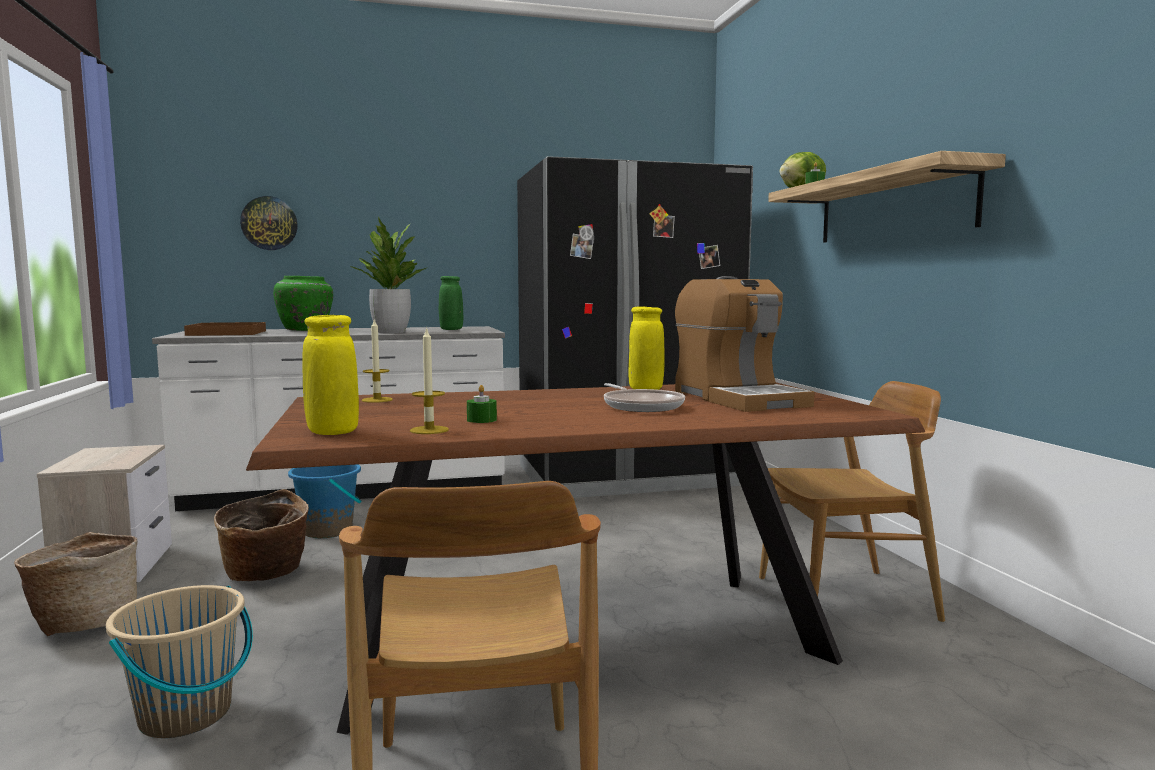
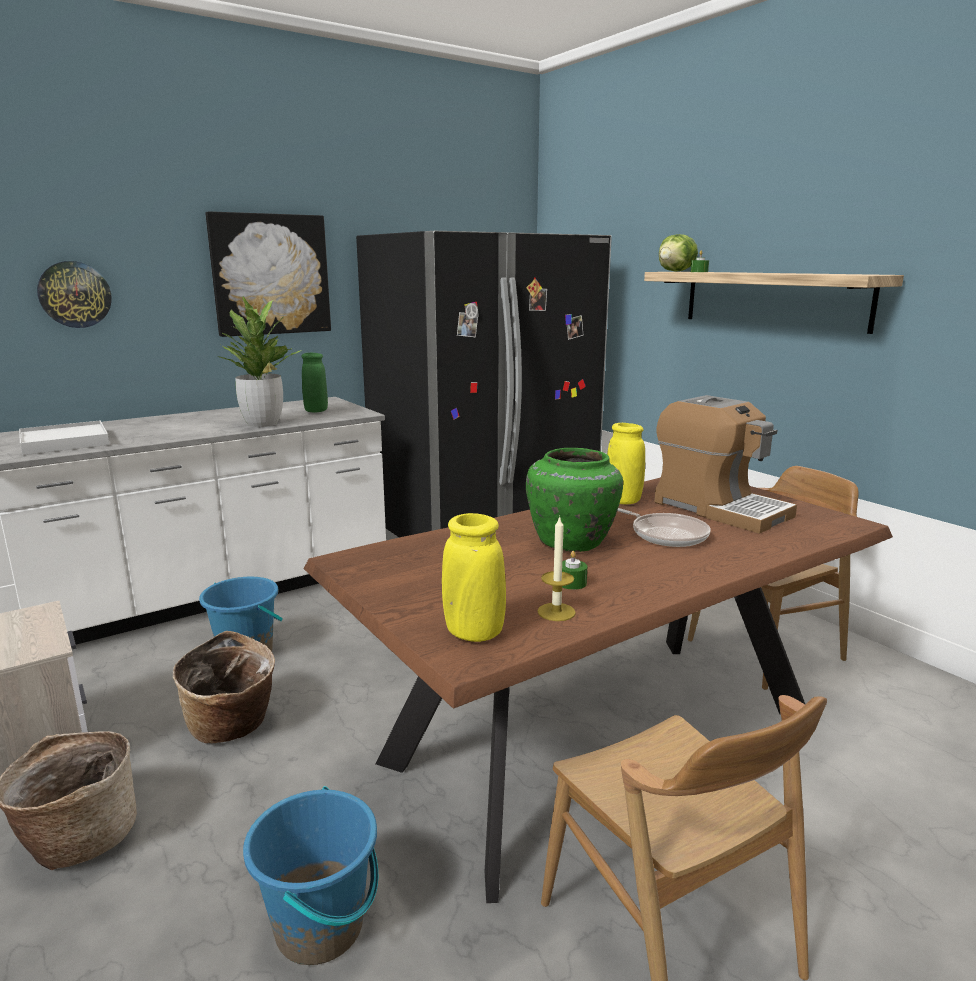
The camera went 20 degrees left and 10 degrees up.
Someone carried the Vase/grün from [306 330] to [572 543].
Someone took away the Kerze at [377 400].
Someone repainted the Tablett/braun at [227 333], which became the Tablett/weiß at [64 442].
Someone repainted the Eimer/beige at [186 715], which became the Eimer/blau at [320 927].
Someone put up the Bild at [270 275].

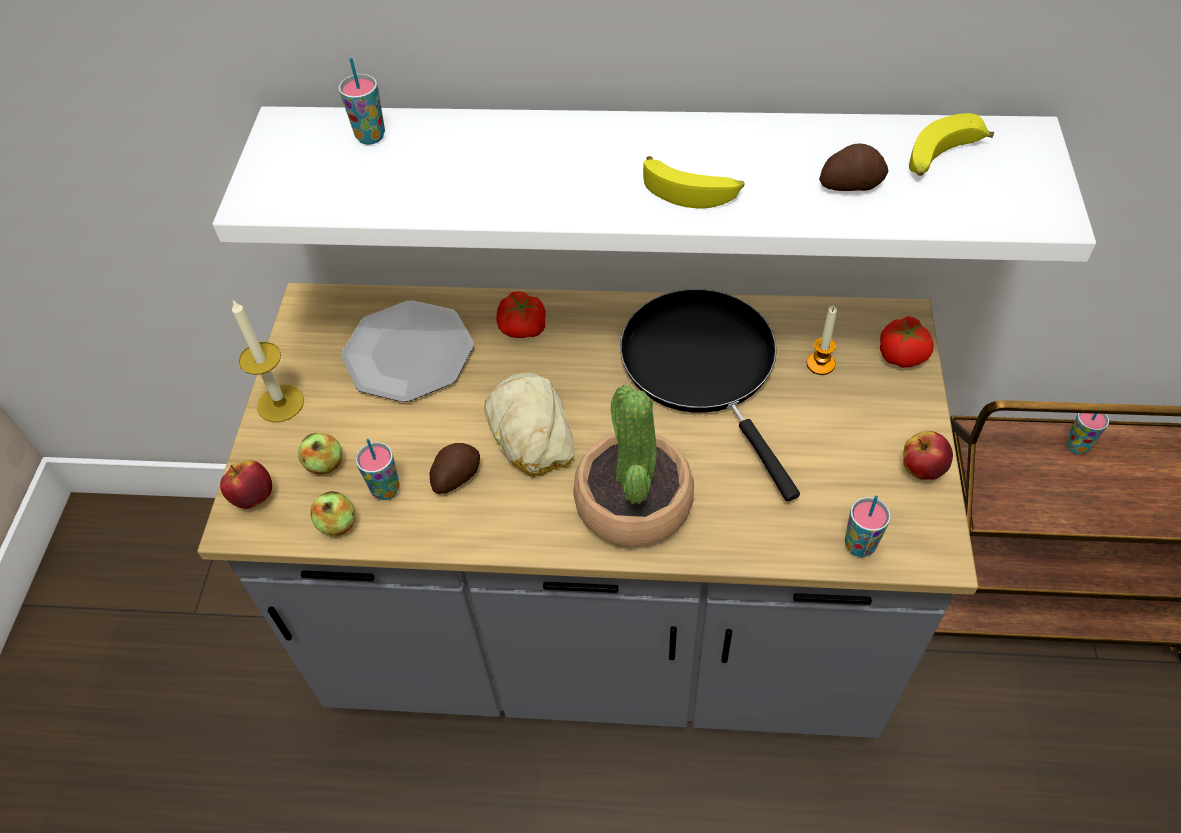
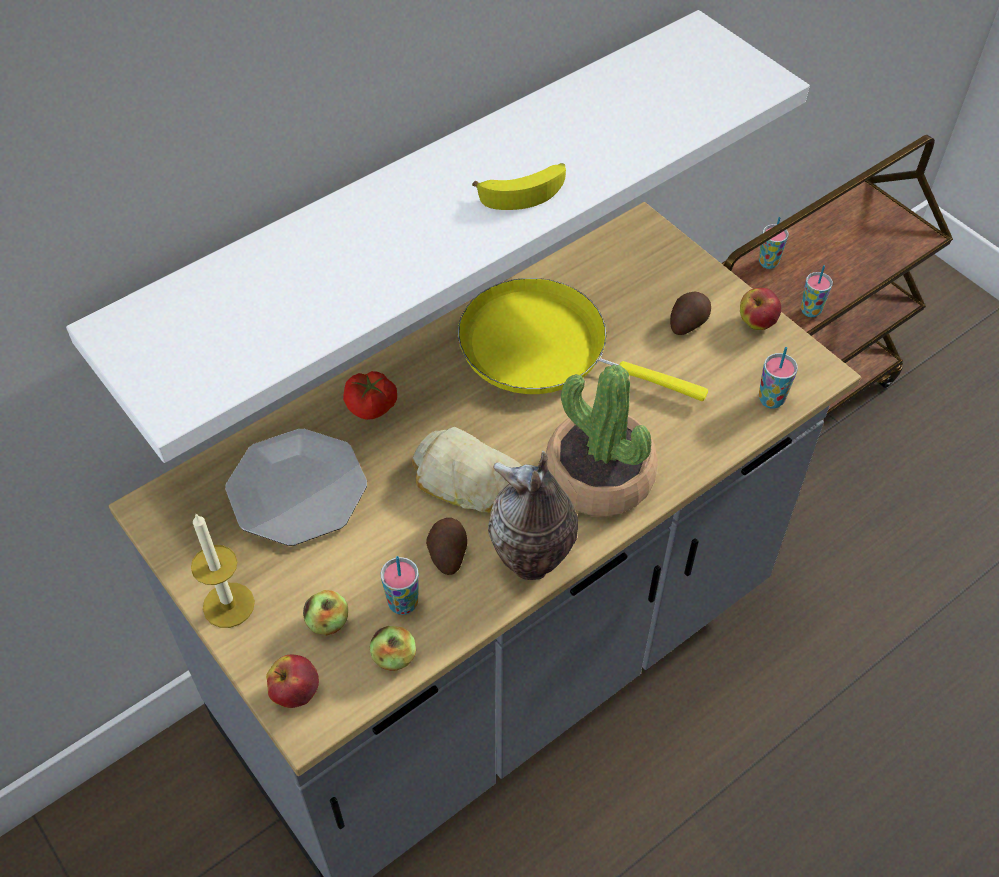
The camera went 45 degrees left and 0 degrees up.
Someone carried the Tasse from [370 136] to [810 311].
Someone took away the Banane at [942 158].
Someone carried the Kartoffel from [850 184] to [687 322].
Someone repainted the Pfanne/schwarz at [703 367], which became the Pfanne/gelb at [544 347].
Someone took away the Kerze at [820 364].
Someone took away the Tomate at [903 354].
Someone put down the Vase at [531 563].

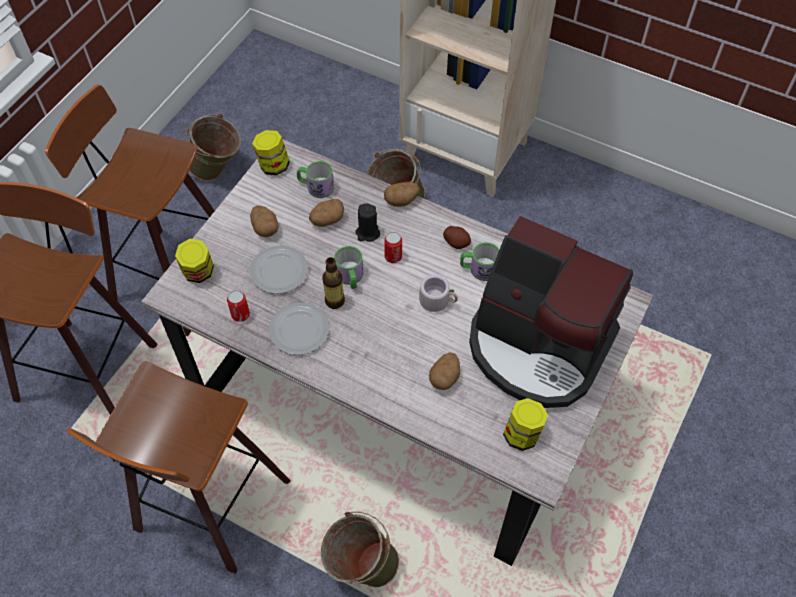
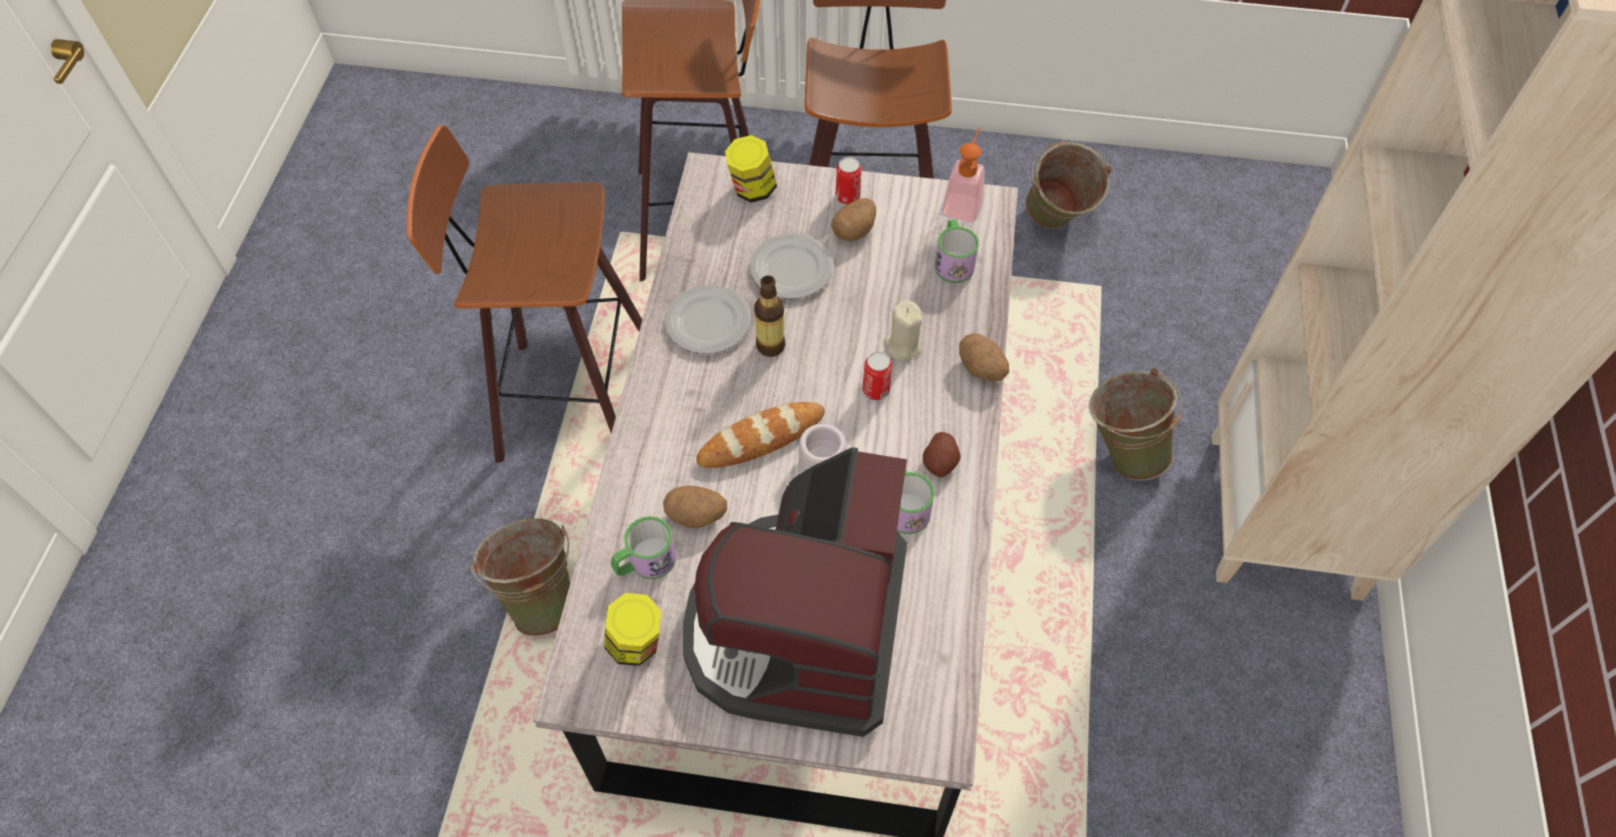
The camera went 70 degrees right and 0 degrees up.
Someone swapped the Vorratsglas at [273 165] for the Seifenspender at [963 203].
Someone took away the Kartoffel at [327 220].
Someone repainted the Kerze/schwarz at [367 233], which became the Kerze/beige at [902 346].
Someone carried the Henkelbecher from [350 277] to [645 562].
Someone carried the Dose from [240 315] to [847 197].
Someone put down the Brot at [761 438].

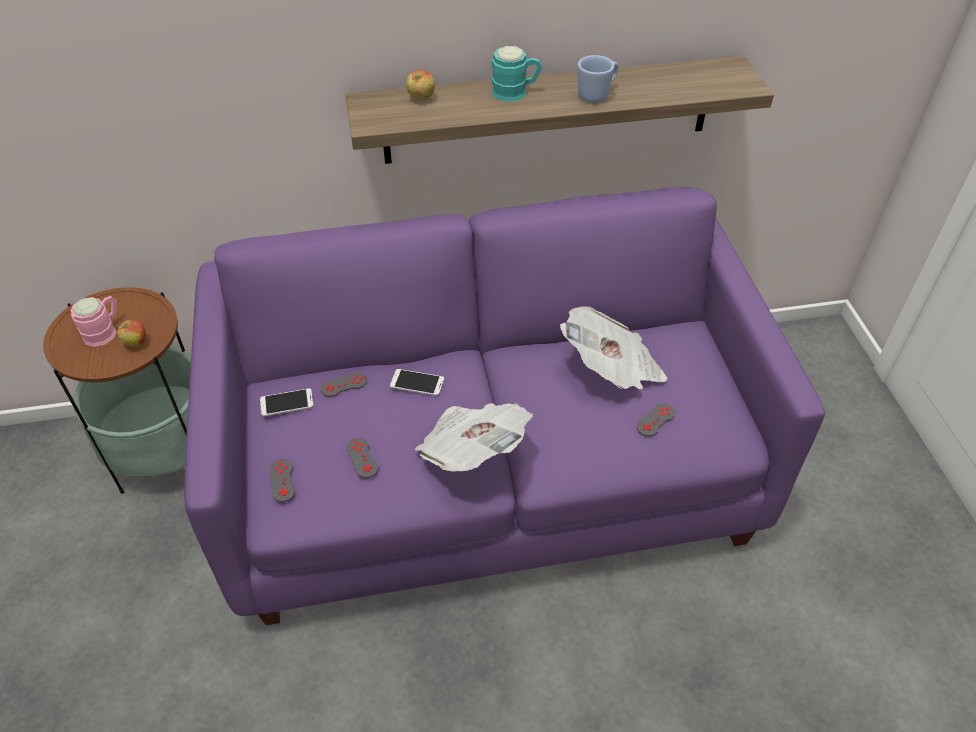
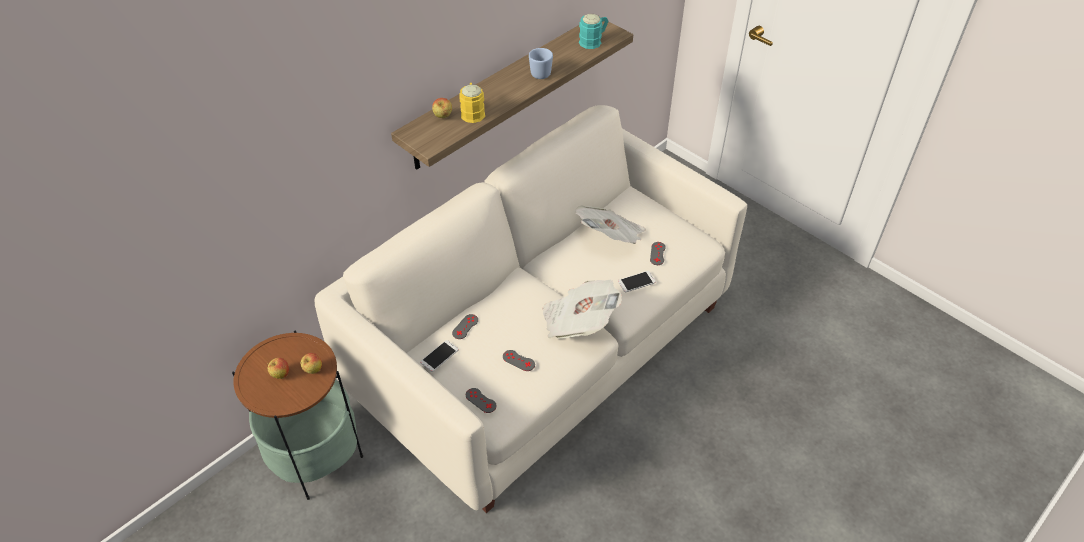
The camera went 35 degrees left and 0 degrees up.
Someone carried the Henkelbecher/türkis from [516 92] to [593 41].
Someone repainted the Sofa/lila at [490 471], which became the Sofa/weiß at [542 347].
Someone swapped the Henkelbecher/rosa at [105 331] for the Apfel at [280 375].
Someone carried the Handy from [417 383] to [636 282].
Someone put down the Henkelbecher/gelb at [472 112].

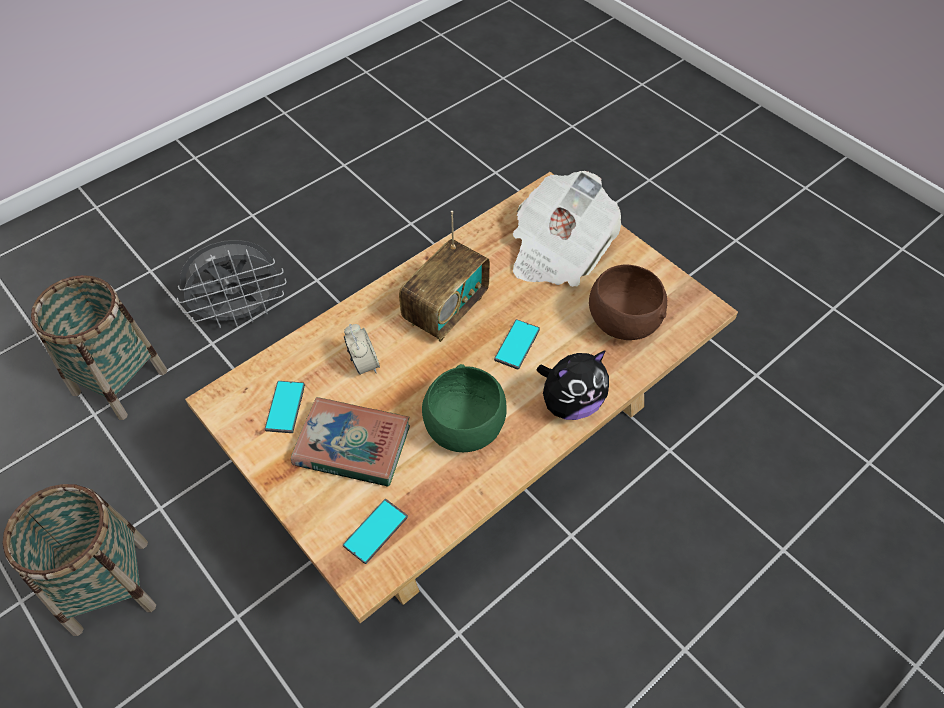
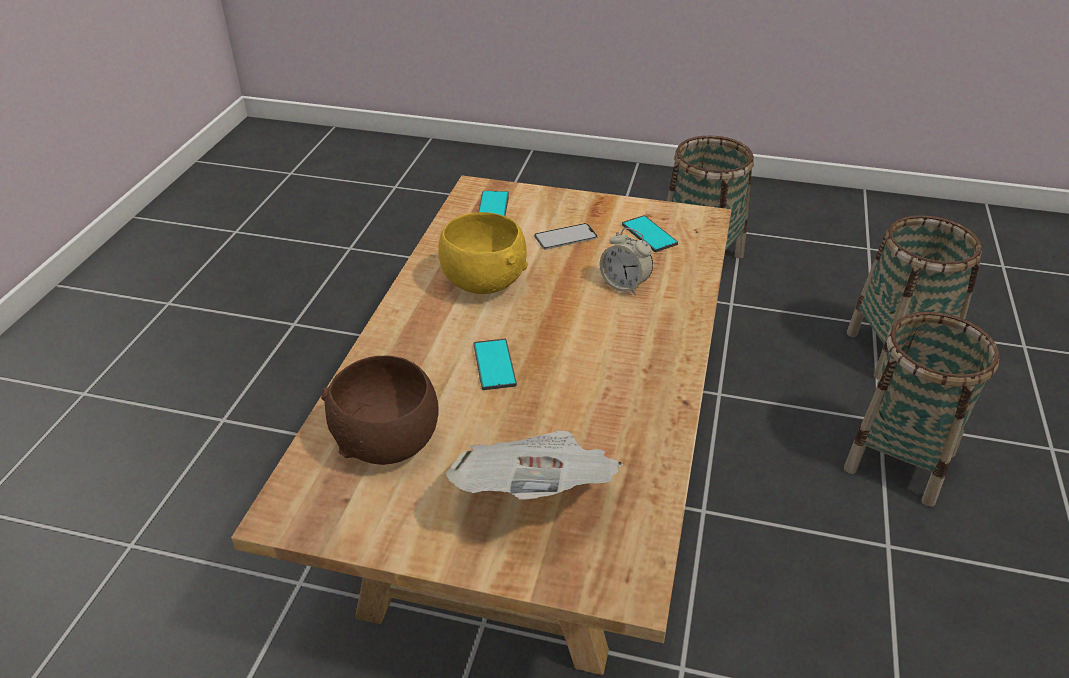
The camera went 145 degrees right and 15 degrees down.
Someone took away the Radio at [446 310].
Someone swapped the Ventilator/grau at [242 313] for the Korb at [899 462].
Someone took away the Plüschtier at [570 403].
Someone repainted the Schüssel/grün at [464 429], which became the Schüssel/gelb at [483 282].
Someone swapped the Buch at [352 446] for the Handy at [565 237].

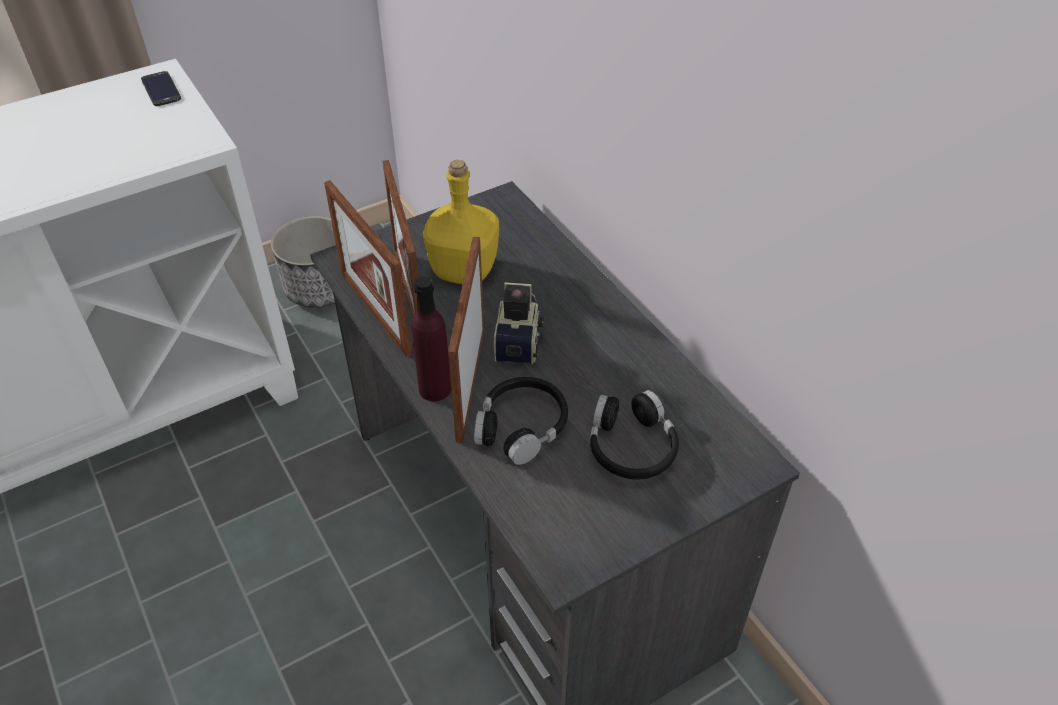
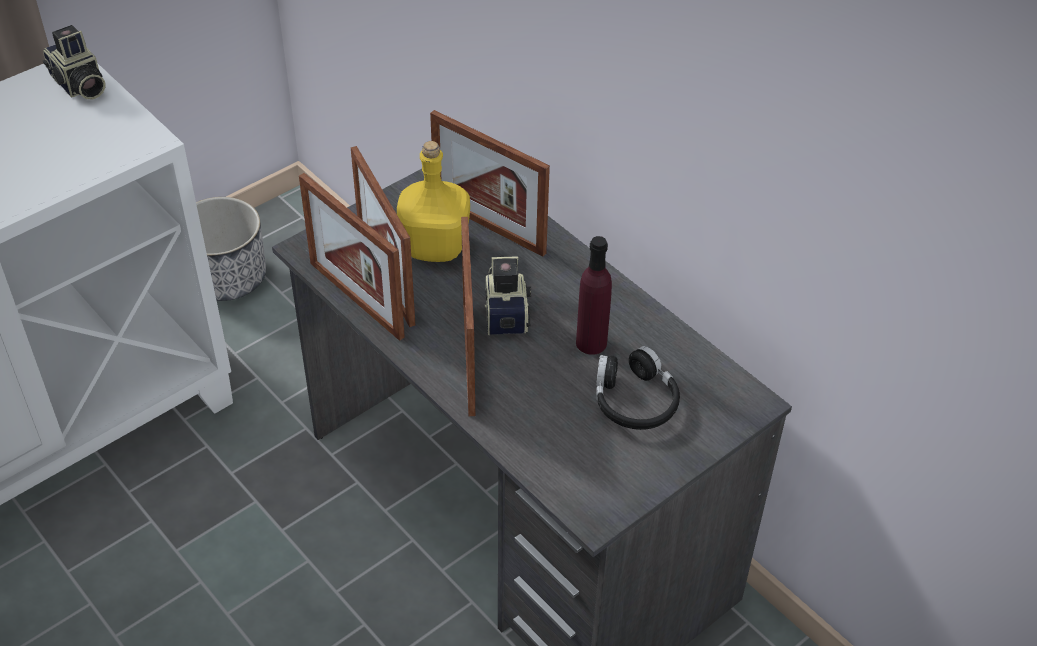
The camera went 10 degrees left and 0 degrees up.
Someone swapped the Handy at [161 89] for the Kamera at [79 85].
Someone carried the Flasche/lila from [435 389] to [591 343].
Someone took away the Kopfhörer/schwarz at [521 427].
Someone put down the Bilderrahmen at [489 226].

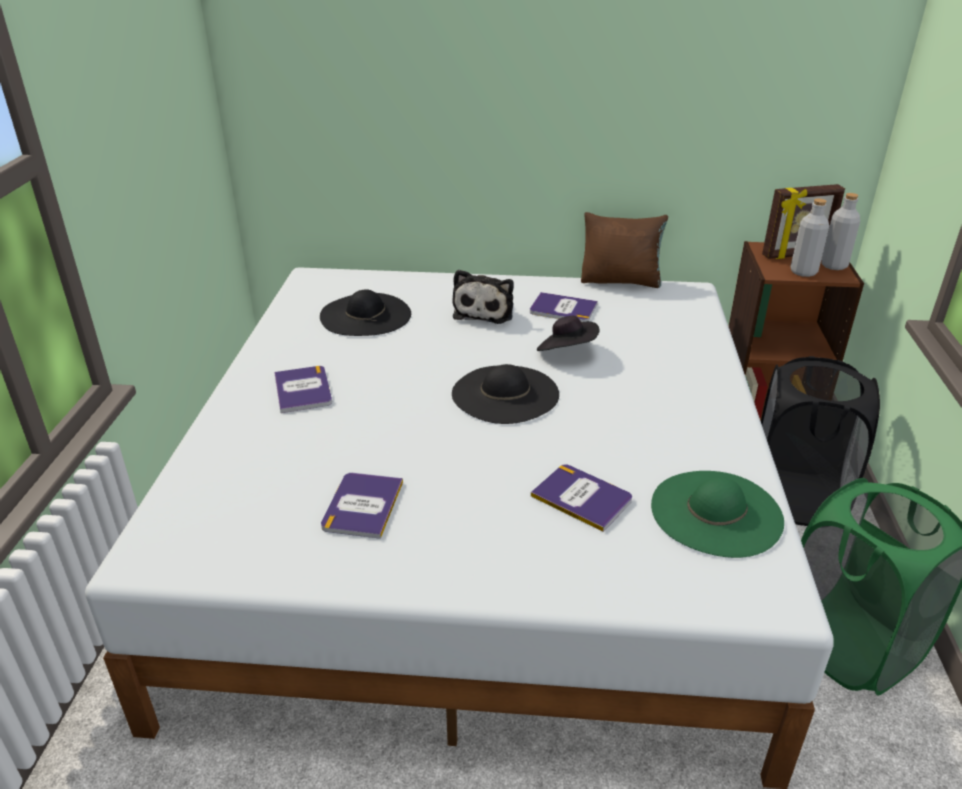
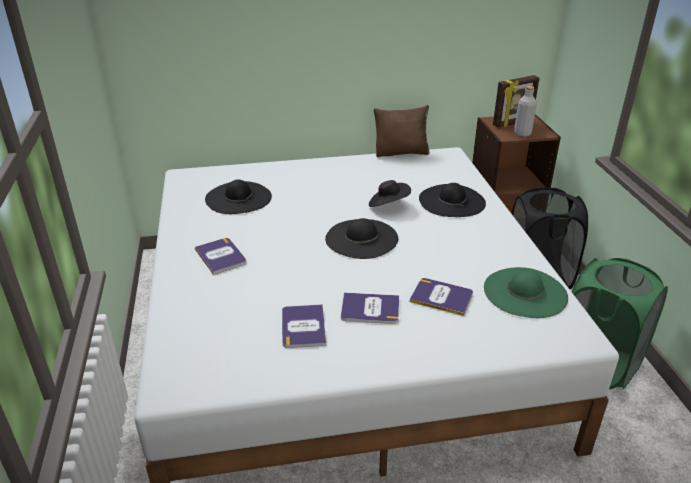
The camera went 15 degrees left and 0 degrees up.
Someone took away the Flasche/grau at [834 265].
Someone took away the Plüschtier at [485 311].
Someone carried the Buch from [563 309] to [370 309].
Someone put down the Hut/schwarz at [451 201].

